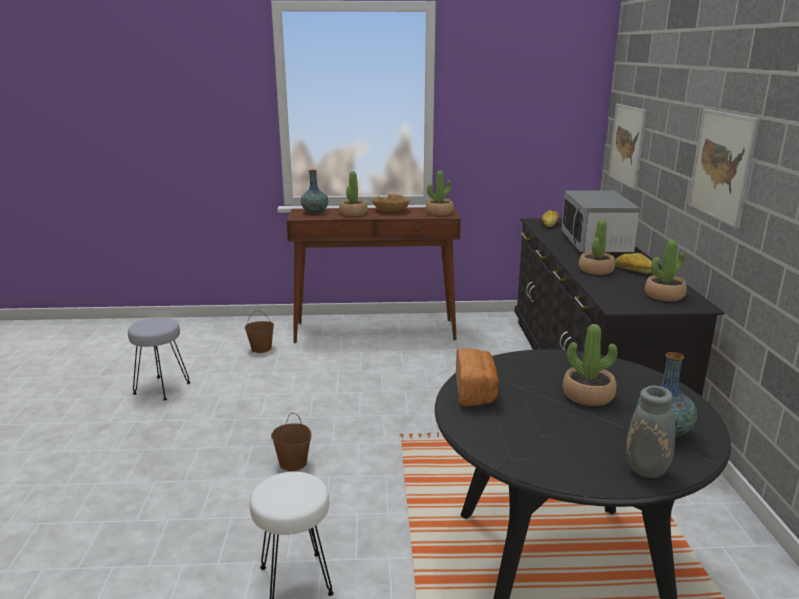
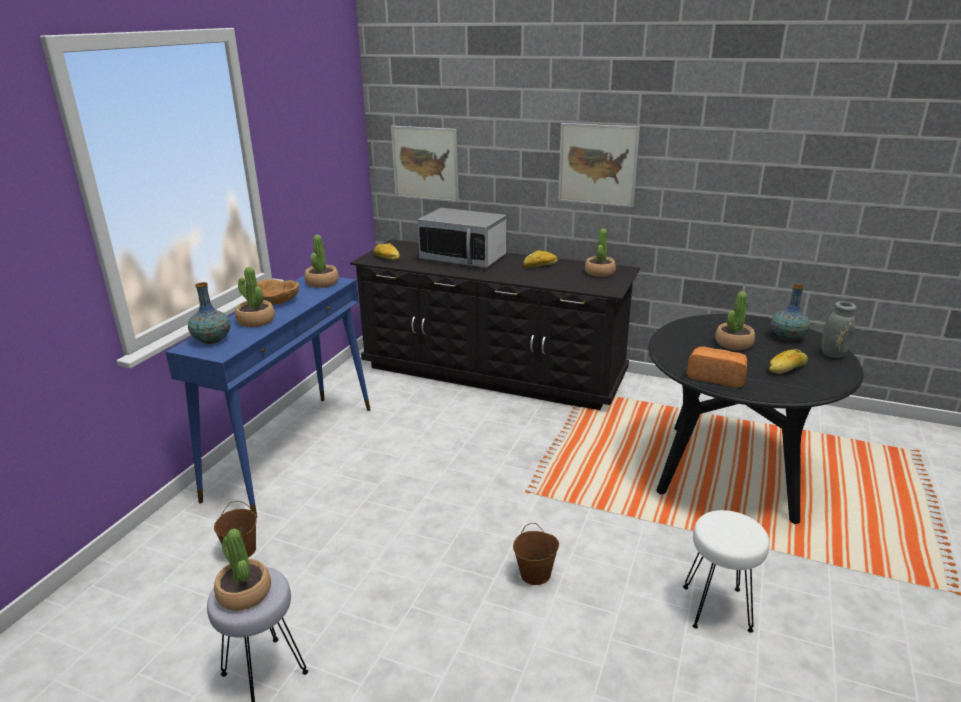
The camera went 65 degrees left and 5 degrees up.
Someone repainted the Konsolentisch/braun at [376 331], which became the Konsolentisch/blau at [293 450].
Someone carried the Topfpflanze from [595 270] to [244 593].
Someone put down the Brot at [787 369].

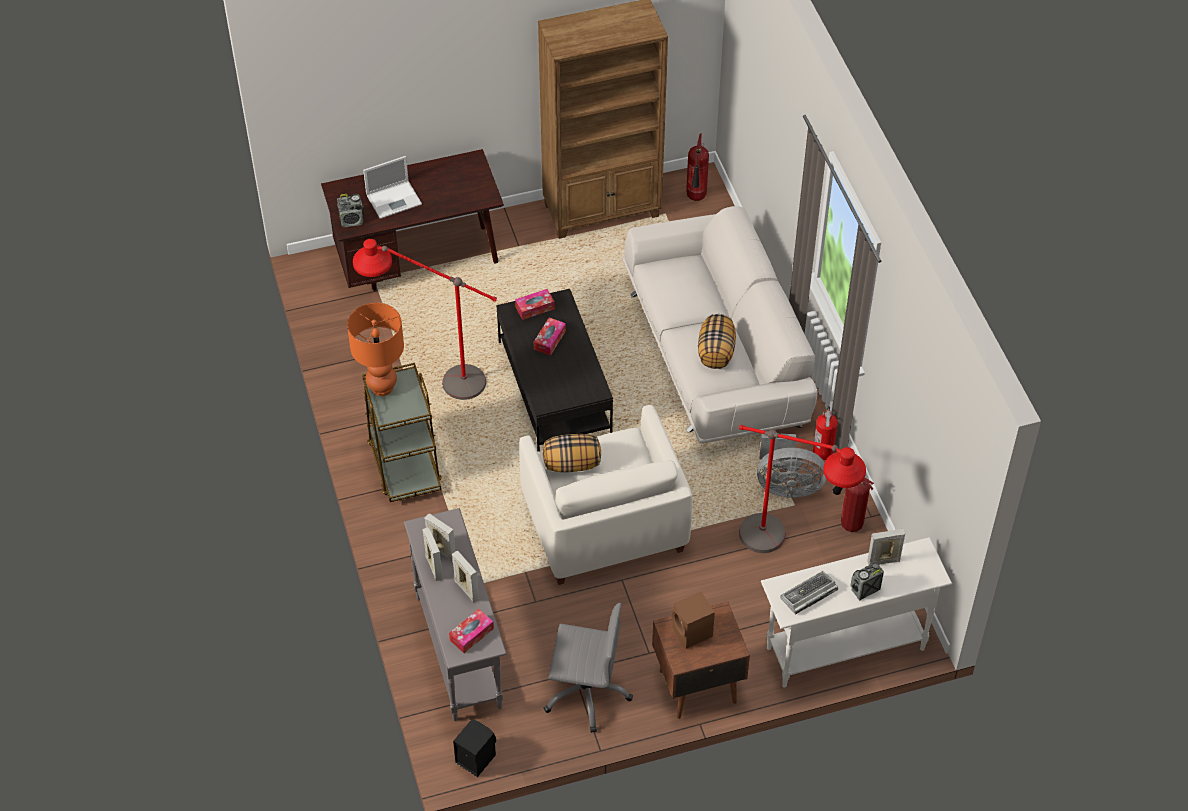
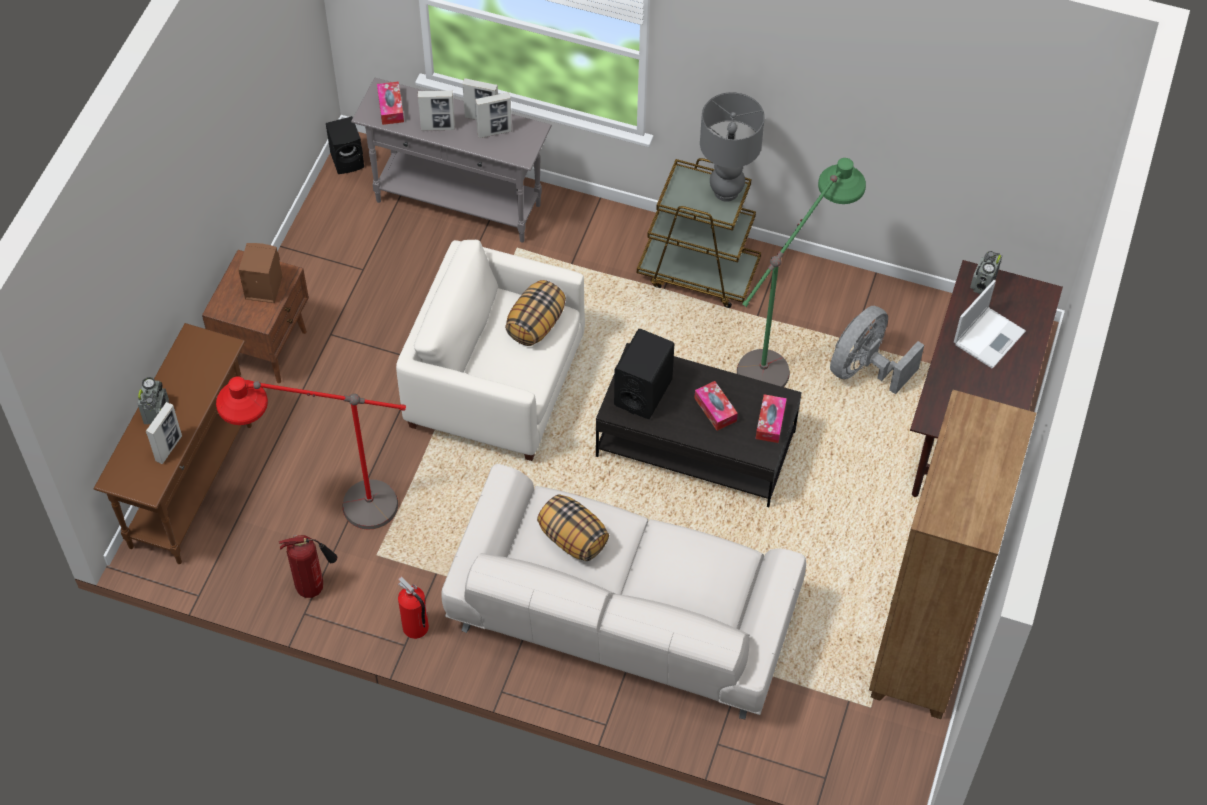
The camera went 125 degrees right and 5 degrees up.
Someone took away the Feuerlöscher at [696 198].
Someone rotated the Laptop at [395 199] by 150 degrees counterclockwise.
Someone repainted the Stehlampe/rot at [432 380], which became the Stehlampe/grün at [786 349].
Someone repainted the Tischlampe/orange at [382 387], which became the Tischlampe/grau at [726 192].
Someone carried the Ventilator/grau from [787 485] to [865 369].
Someone repainted the Konsolentisch/weiß at [844 648], which became the Konsolentisch/braun at [192 485].
Someone took away the Tastatur at [808 595].
Someone took away the Bürostuhl/grau at [586 692].
Someone put down the Lautsprecher/schwarz at [643 392].

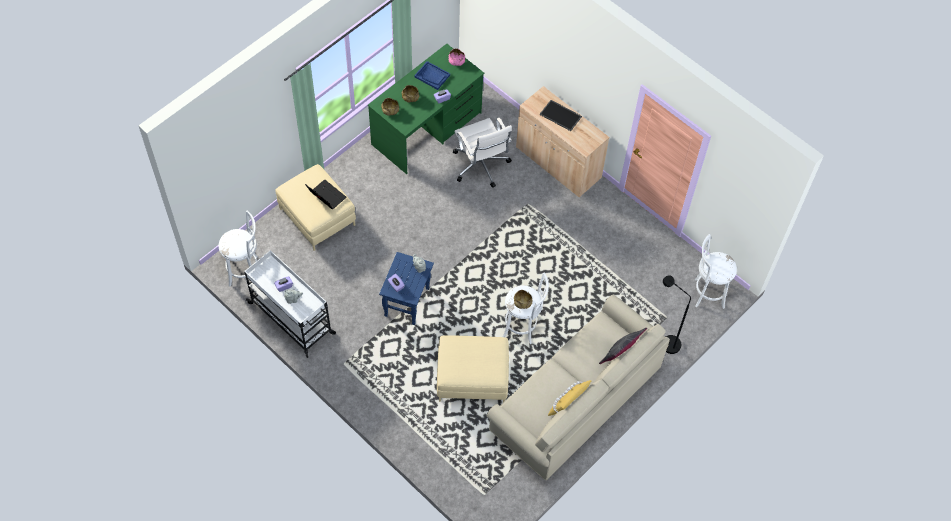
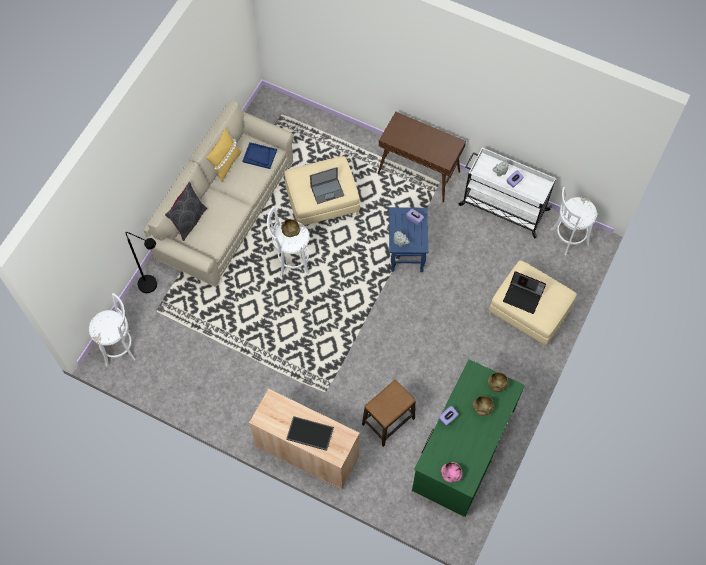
The camera went 165 degrees right and 5 degrees up.
Someone carried the Tablett/blau from [432 76] to [259 156].
Someone swapped the Bürostuhl/weiß at [481 166] for the Hocker at [388 421].
Someone put down the Konsolentisch/braun at [419 173].
Someone put down the Laptop at [327 191].

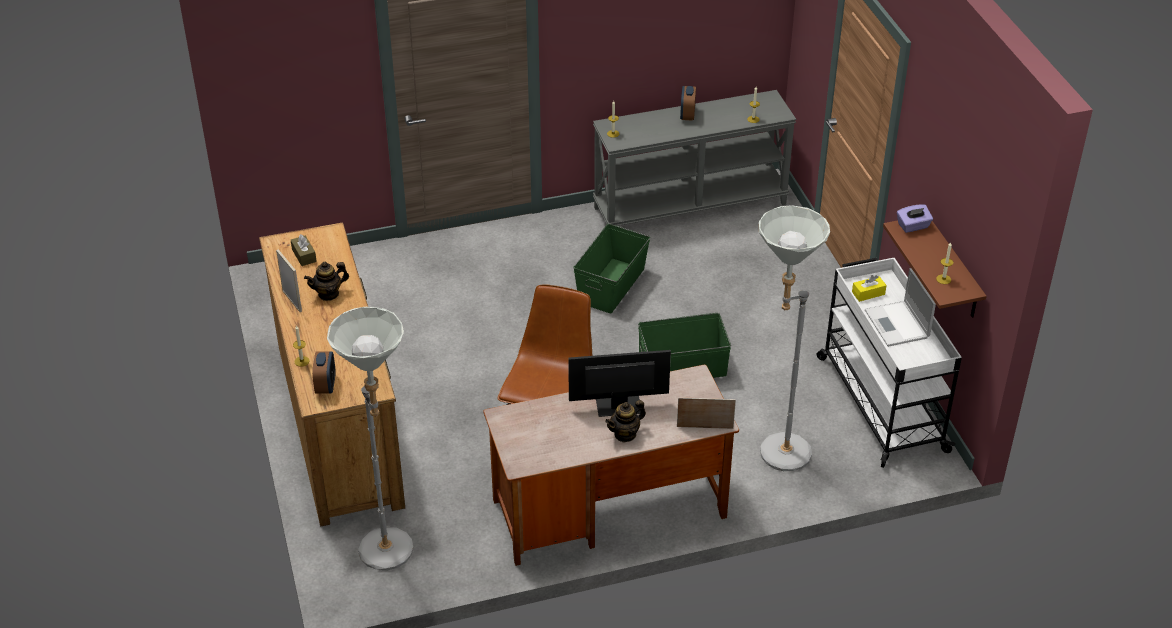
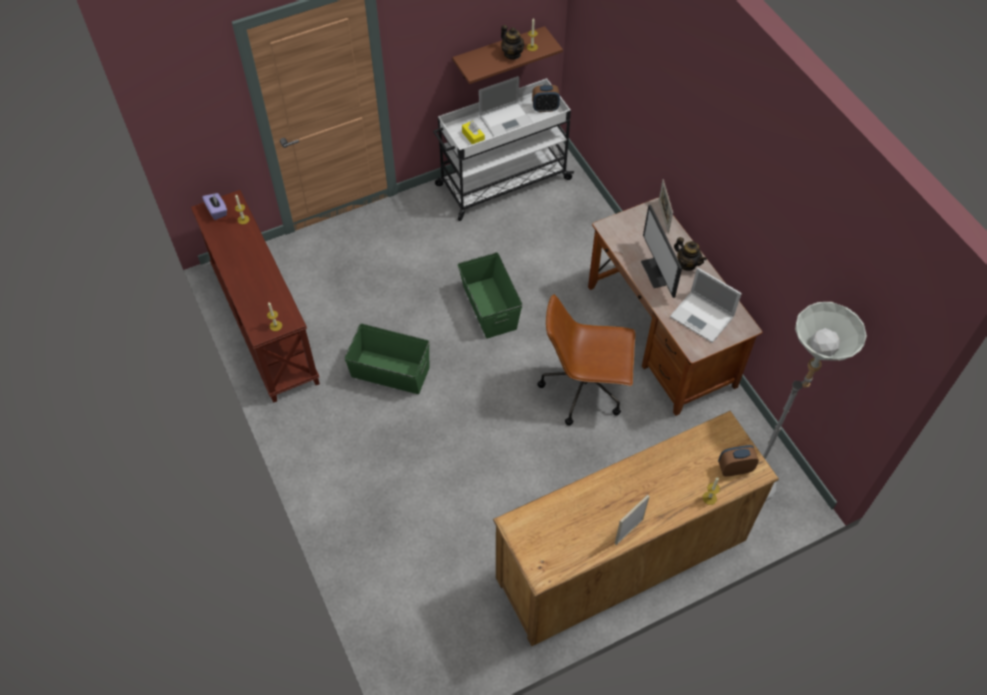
The camera went 100 degrees left and 15 degrees up.
Someone carried the Wecker from [687 115] to [545 108].
Someone repainted the Konsolentisch/grau at [690 205], which became the Konsolentisch/braun at [264 325].
Someone carried the Taschentuchbox/lila from [913 226] to [217 211].
Someone took away the Stehlampe/grau at [774 454].
Someone took away the Taschentuchbox/braun at [304 255].
Someone carried the Teekanne from [328 294] to [512 54].
Someone put down the Laptop at [702 317].

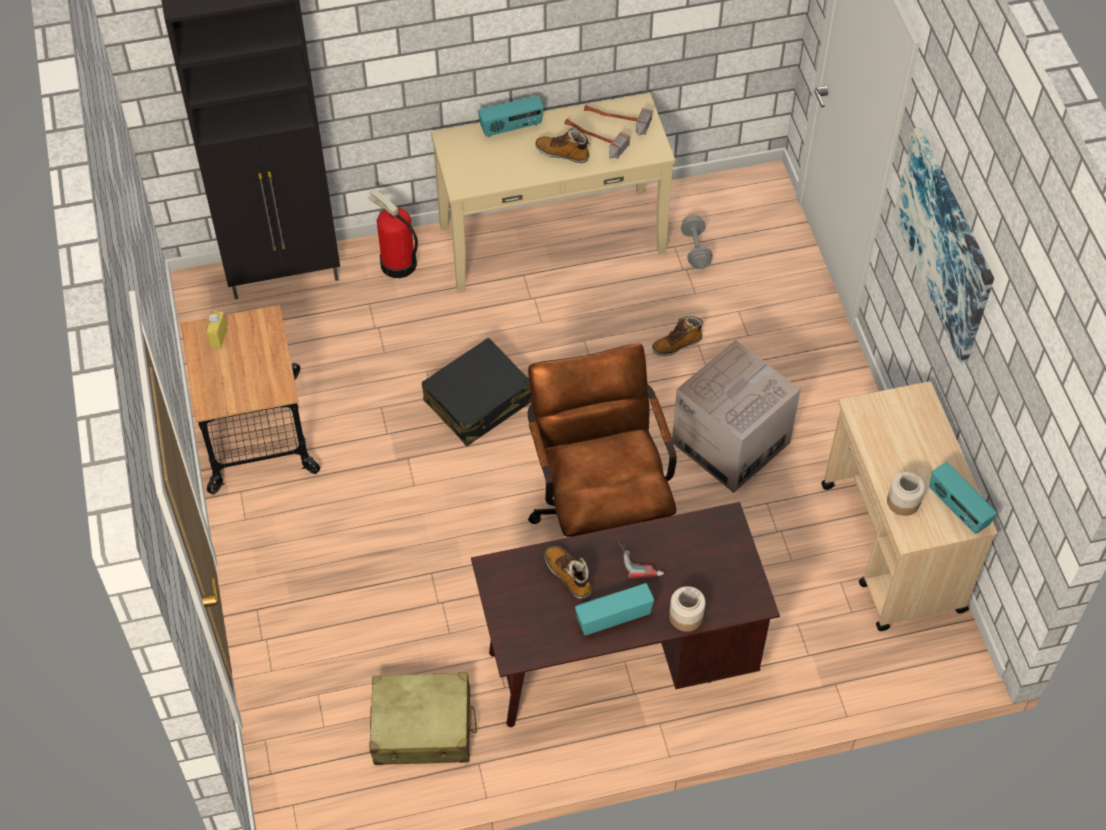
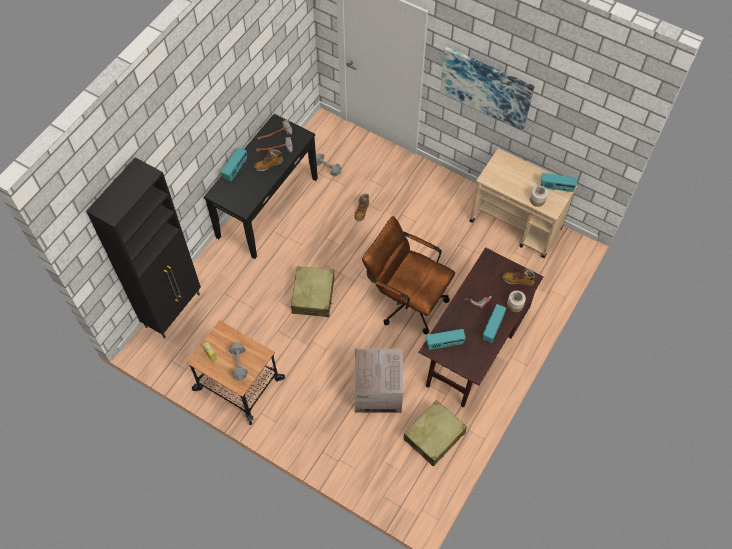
The camera went 45 degrees left and 5 degrees up.
Someone repainted the Konsolentisch/beige at [552 238], which became the Konsolentisch/schwarz at [267 207].
Someone took away the Feuerlöscher at [397 264].
Someone repainted the Koffer/schwarz at [479 402], which became the Koffer/beige at [313 296].
Someone carried the Karton from [731 442] to [378 391].
Someone carried the Stiefel from [568 575] to [518 280].
Someone put down the Radio at [444 344].
Someone put down the Hantel/grau at [239 364].

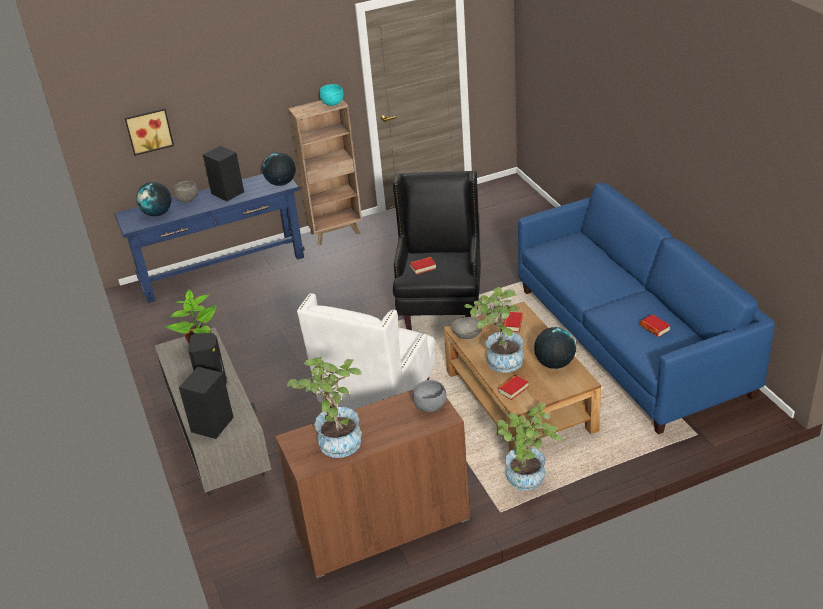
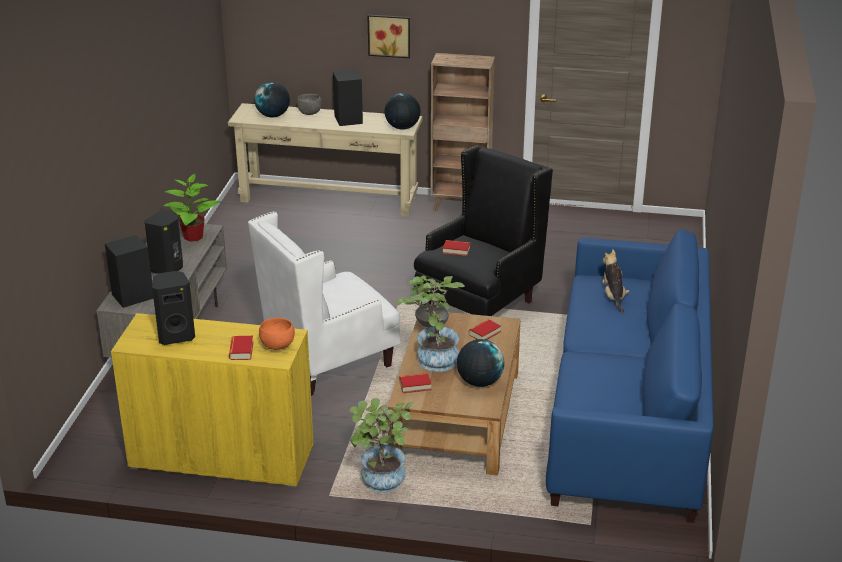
The camera went 30 degrees right and 5 degrees down.
Someone took away the Schüssel/türkis at [332 104].
Someone carried the Bild from [149 130] to [389 35].
Someone repainted the Konsolentisch/blau at [222 269], which became the Konsolentisch/beige at [329 198].
Someone carried the Buch from [654 328] to [241 351].
Someone swapped the Topfpflanze at [336 439] for the Lautsprecher/schwarz at [176 336].
Someone repainted the Schüssel/grau at [430 406], which became the Schüssel/orange at [278 346].
Someone repainted the Schrank/braun at [382 526], which became the Schrank/gelb at [222 457].
Someone put down the Plüschtier at [613 297].

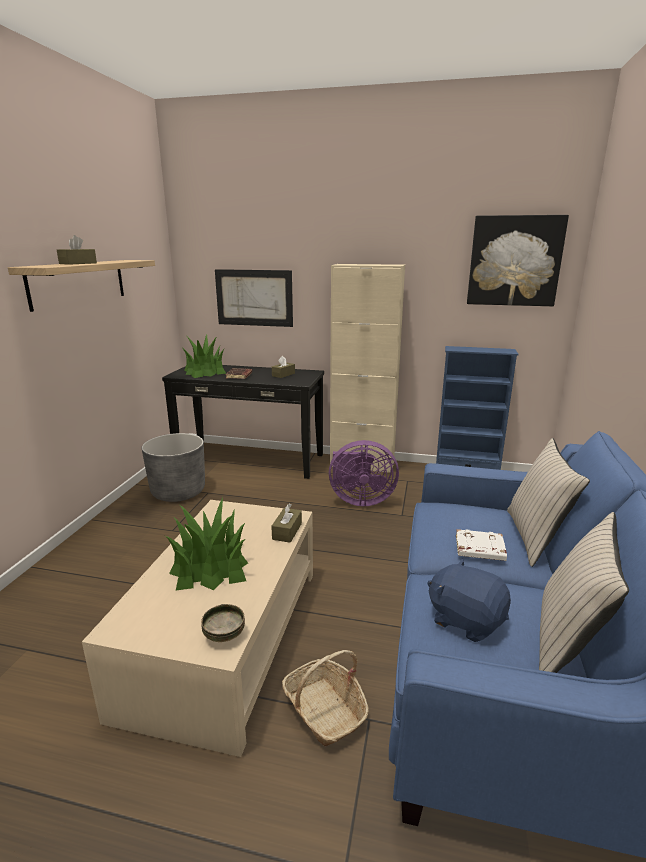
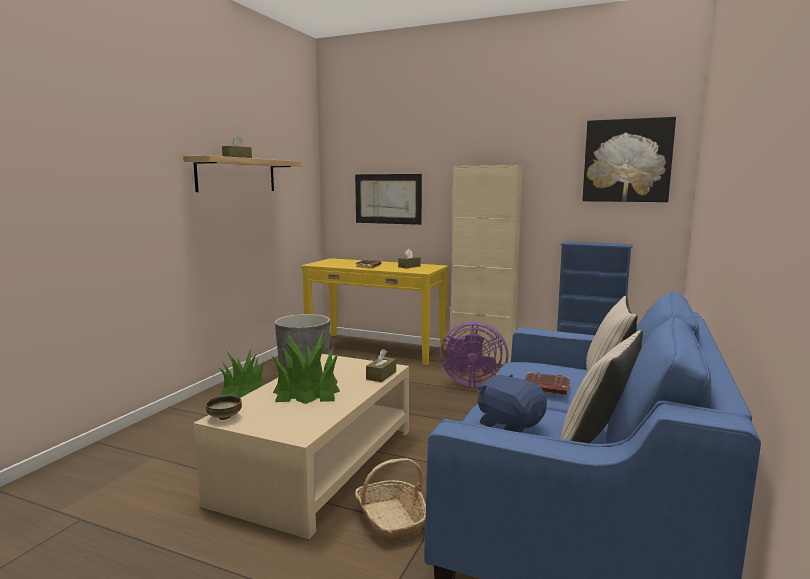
The camera went 10 degrees right and 10 degrees down.
Someone carried the Topfpflanze from [204 371] to [243 391].
Someone repainted the Konsolentisch/schwarz at [250 459], which became the Konsolentisch/gelb at [376 348].
Someone repainted the Buch/weiß at [479 549], which became the Buch/braun at [545 388].
Someone carried the Schüssel from [224 634] to [224 417].

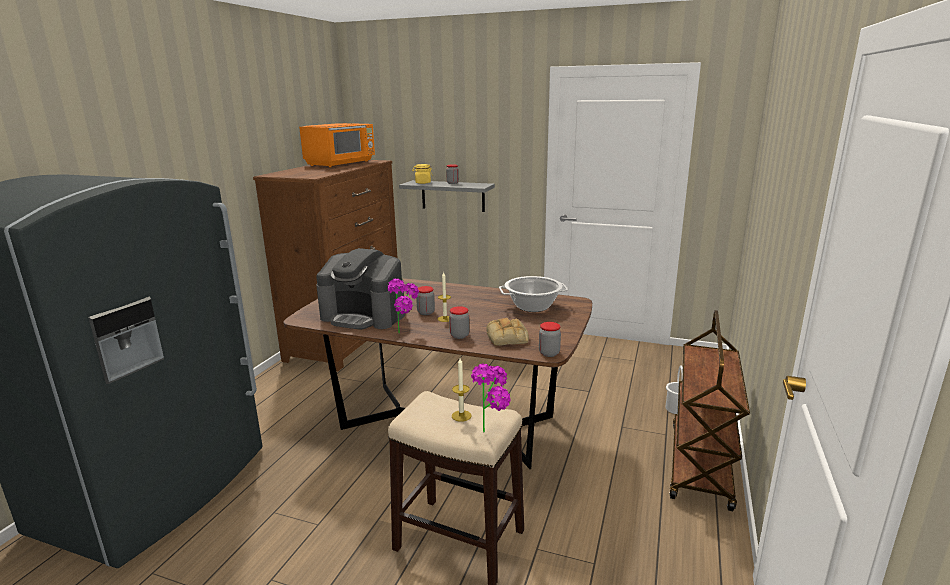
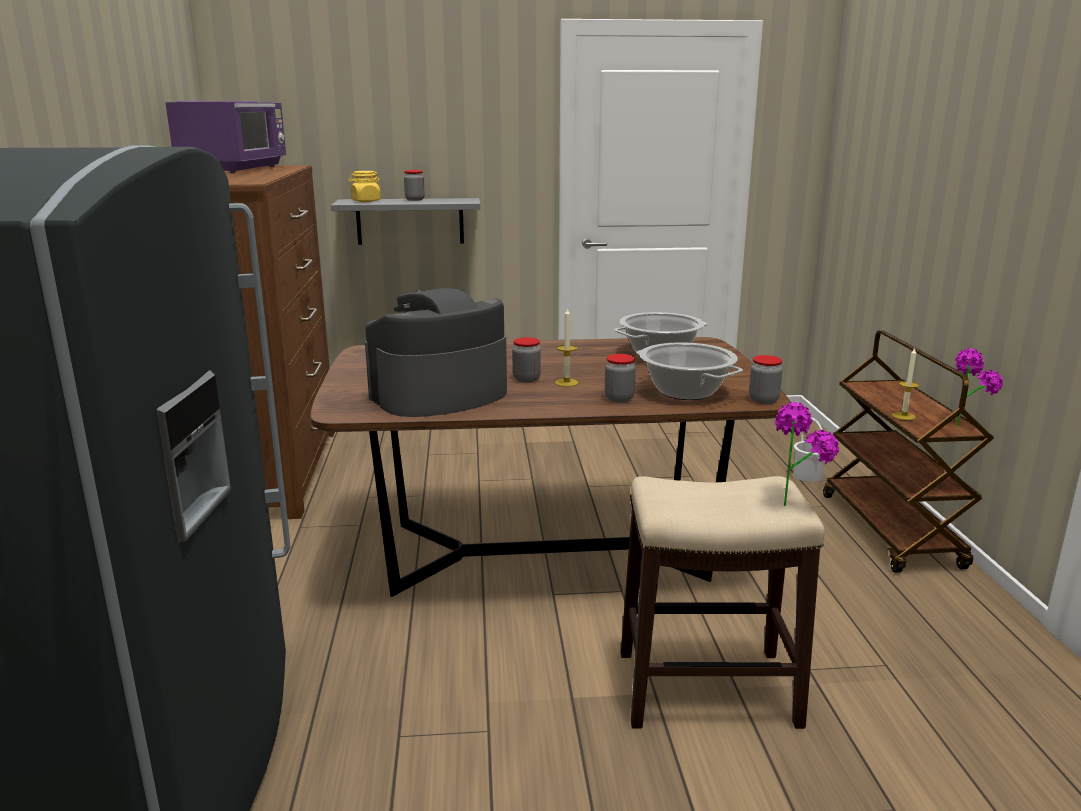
The camera went 25 degrees left and 0 degrees up.
Someone repainted the Mikrowelle/orange at [341 163], which became the Mikrowelle/lila at [236 169].
Someone rotated the Kaffeemaschine at [364 316] by 150 degrees clockwise.
Someone carried the Topfpflanze from [406 333] to [965 424].
Someone swapped the Brot at [508 338] for the Kochtopf at [686 392].
Someone carried the Kerze from [461 416] to [903 416].

